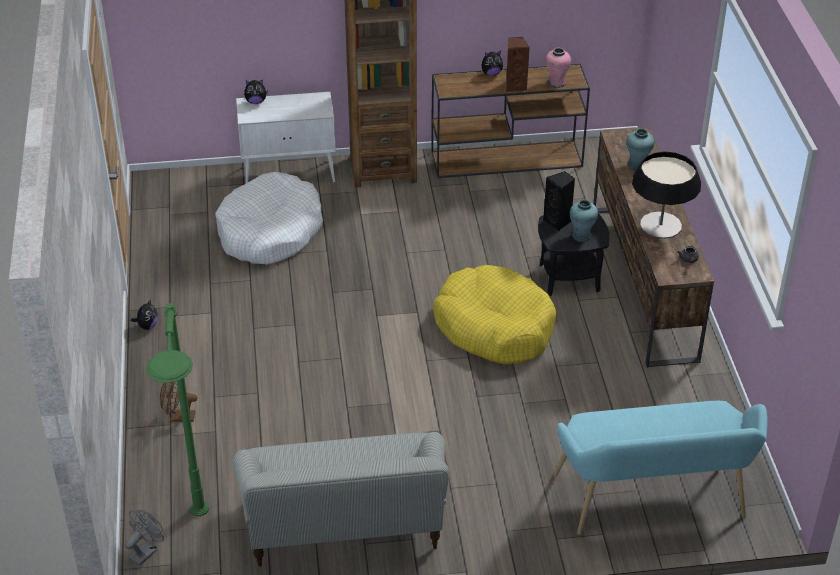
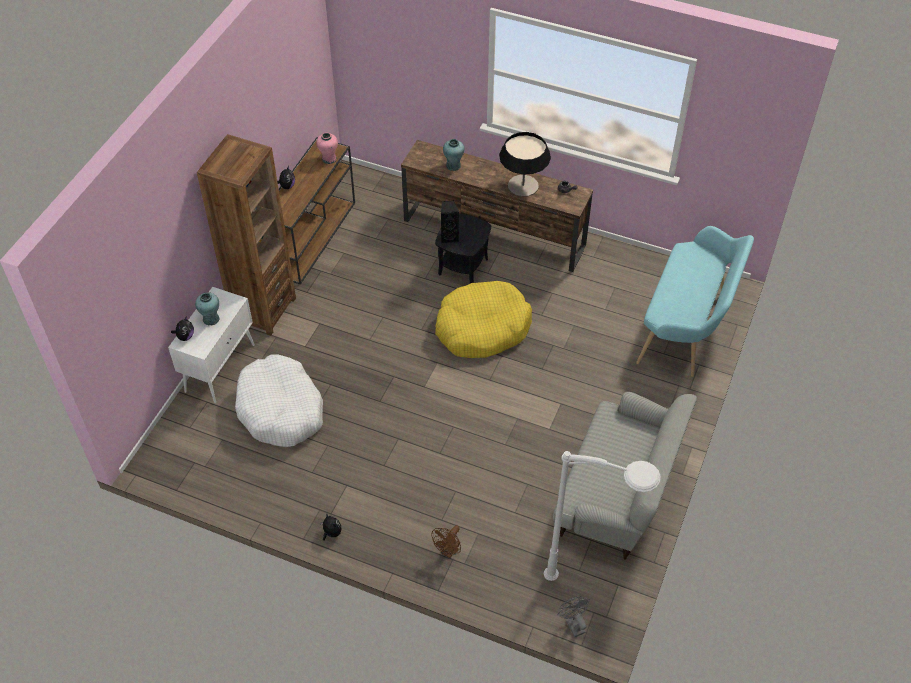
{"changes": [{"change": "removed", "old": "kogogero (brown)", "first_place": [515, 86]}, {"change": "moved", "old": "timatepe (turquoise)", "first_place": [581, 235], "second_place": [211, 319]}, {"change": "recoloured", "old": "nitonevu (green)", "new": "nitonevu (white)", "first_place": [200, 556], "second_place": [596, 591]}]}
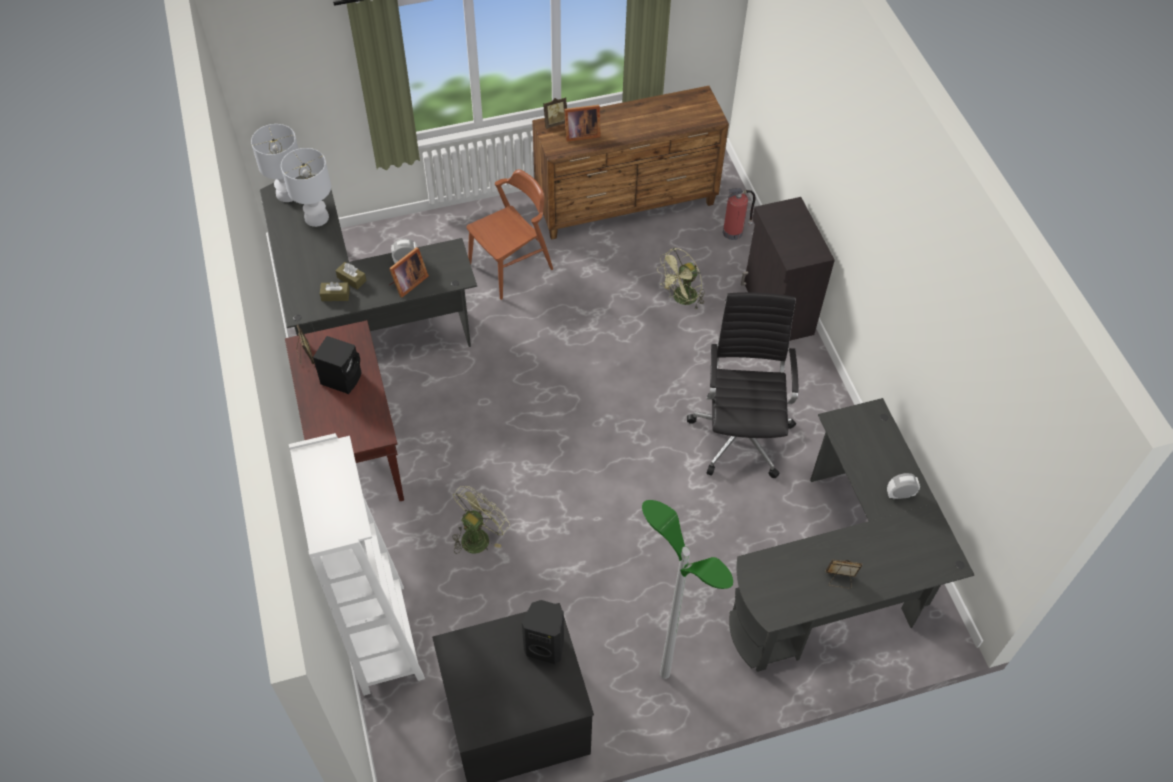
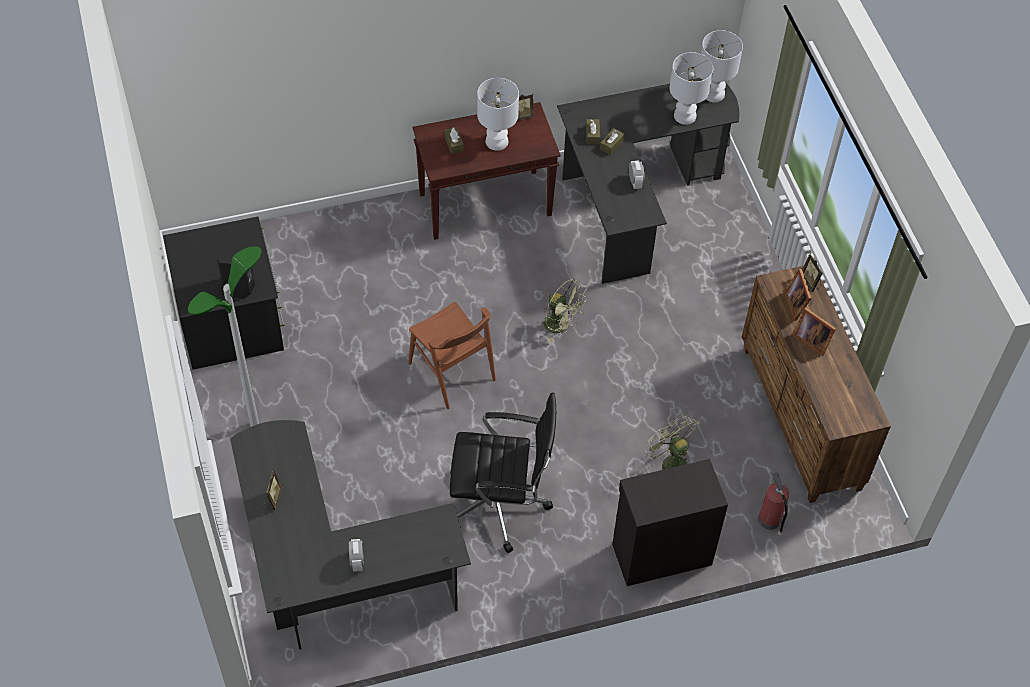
{"changes": [{"change": "removed", "old": "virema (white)", "first_place": [383, 639]}, {"change": "added", "new": "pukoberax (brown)", "second_place": [454, 144]}, {"change": "moved", "old": "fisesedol", "first_place": [407, 283], "second_place": [811, 339]}, {"change": "moved", "old": "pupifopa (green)", "first_place": [478, 535], "second_place": [561, 326]}, {"change": "moved", "old": "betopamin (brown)", "first_place": [511, 266], "second_place": [452, 372]}, {"change": "replaced", "old": "kogogero (black)", "new": "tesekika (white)", "first_place": [342, 377], "second_place": [497, 141]}]}
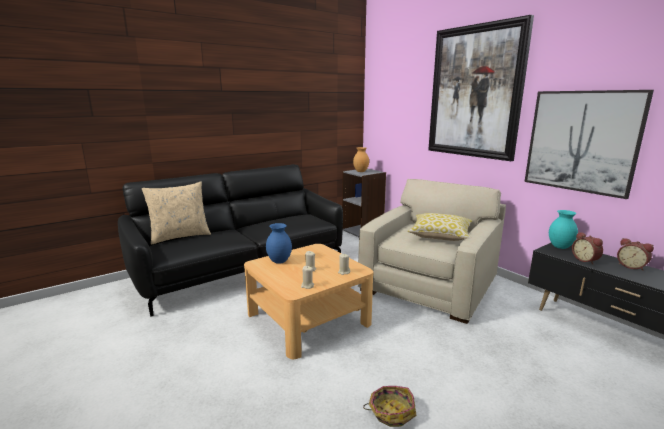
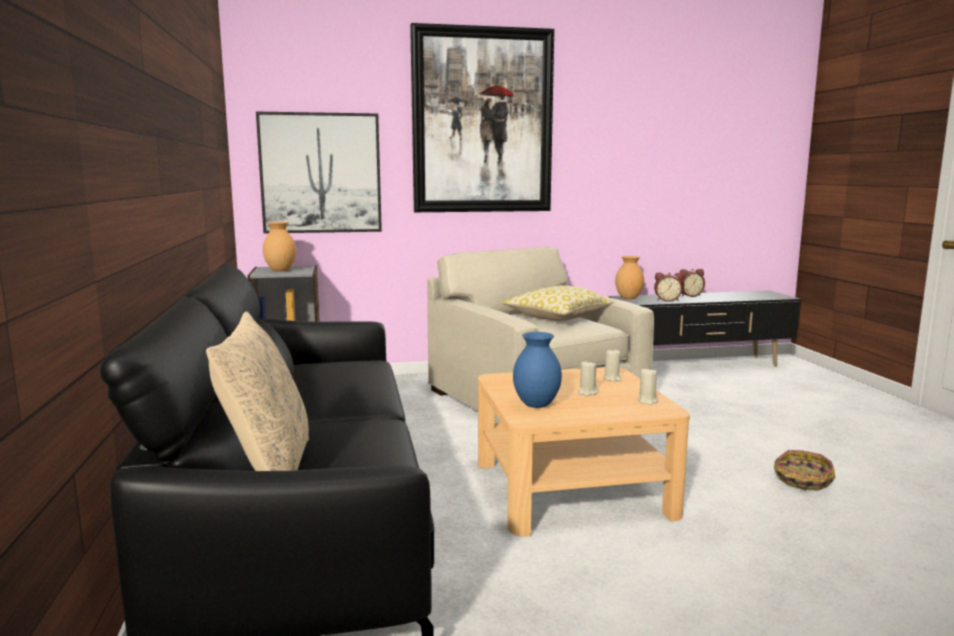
{"changes": [{"change": "moved", "old": "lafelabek", "first_place": [581, 141], "second_place": [320, 173]}, {"change": "recoloured", "old": "timatepe (turquoise)", "new": "timatepe (brown)", "first_place": [559, 247], "second_place": [628, 298]}]}
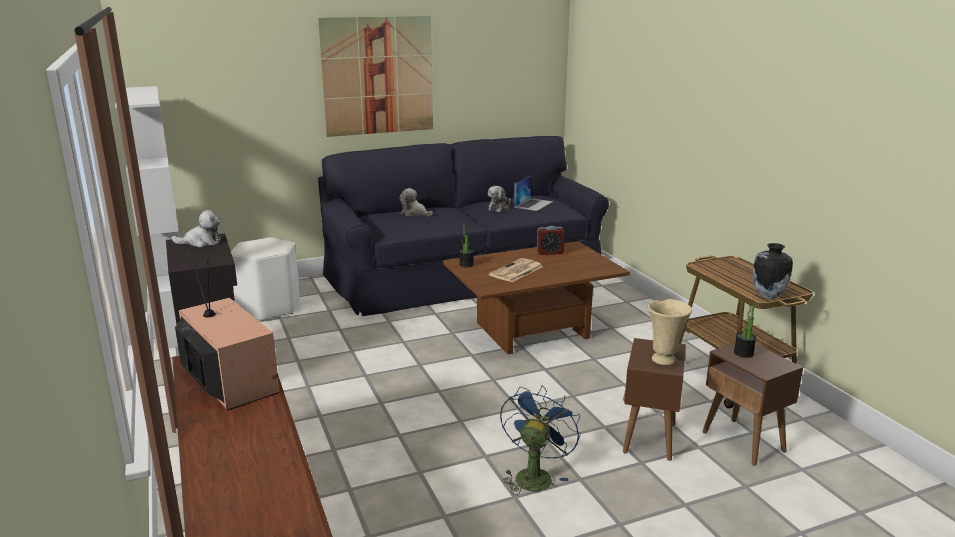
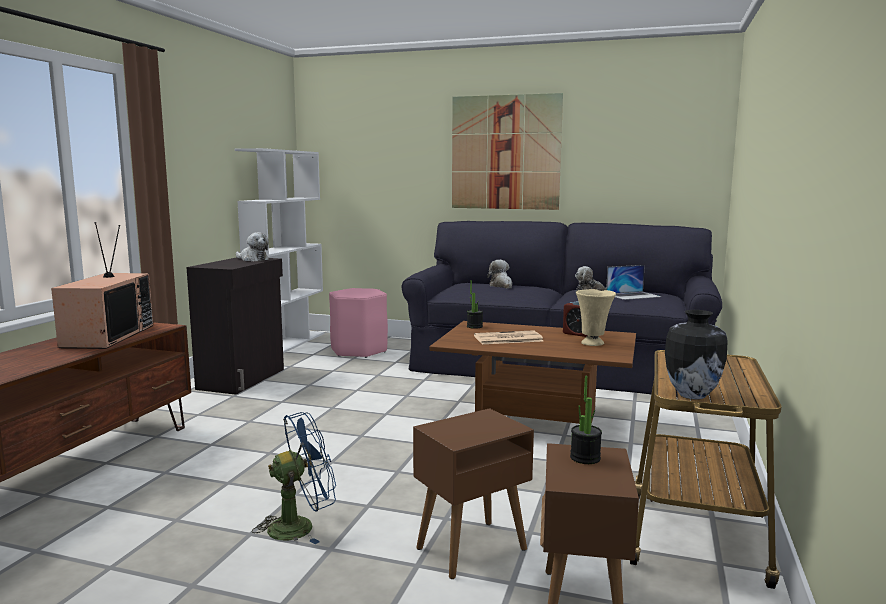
{"changes": [{"change": "moved", "old": "timatepe (beige)", "first_place": [664, 359], "second_place": [593, 343]}, {"change": "recoloured", "old": "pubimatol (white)", "new": "pubimatol (pink)", "first_place": [269, 308], "second_place": [359, 350]}]}
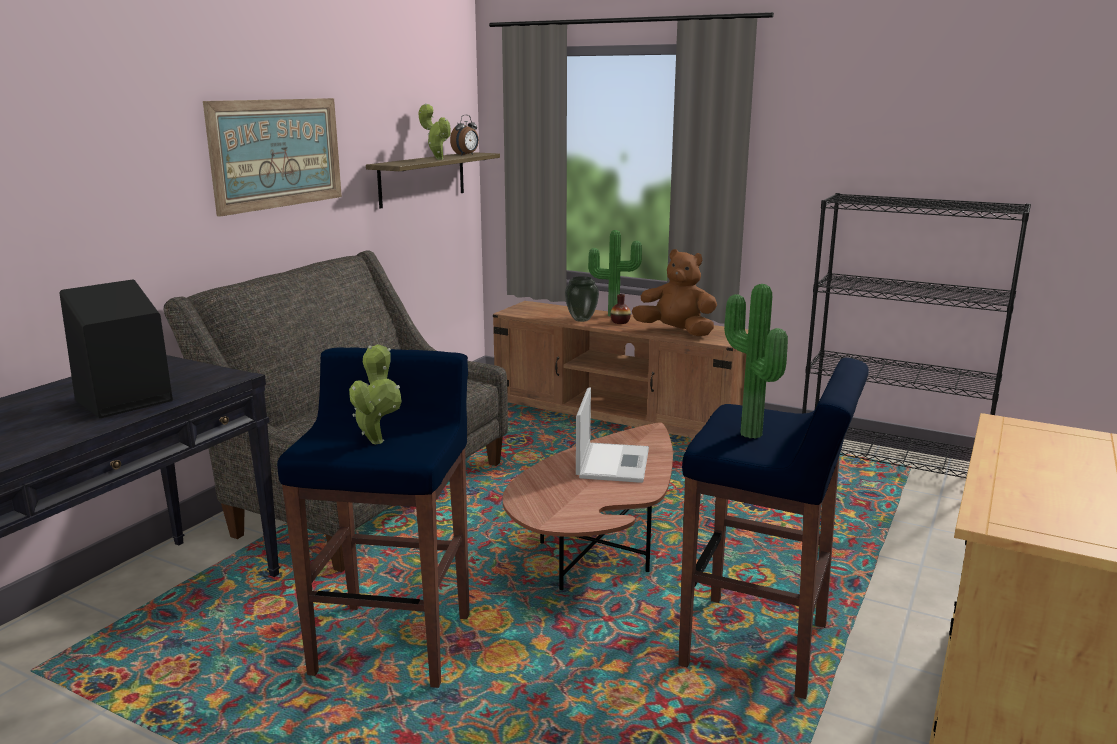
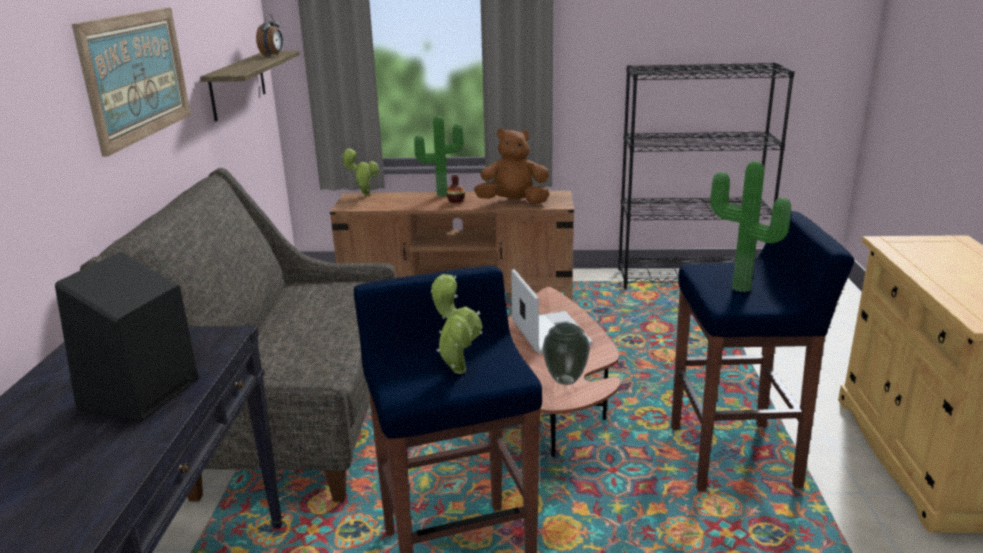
{"changes": [{"change": "moved", "old": "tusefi", "first_place": [437, 159], "second_place": [364, 194]}, {"change": "moved", "old": "timatepe", "first_place": [581, 320], "second_place": [566, 380]}]}
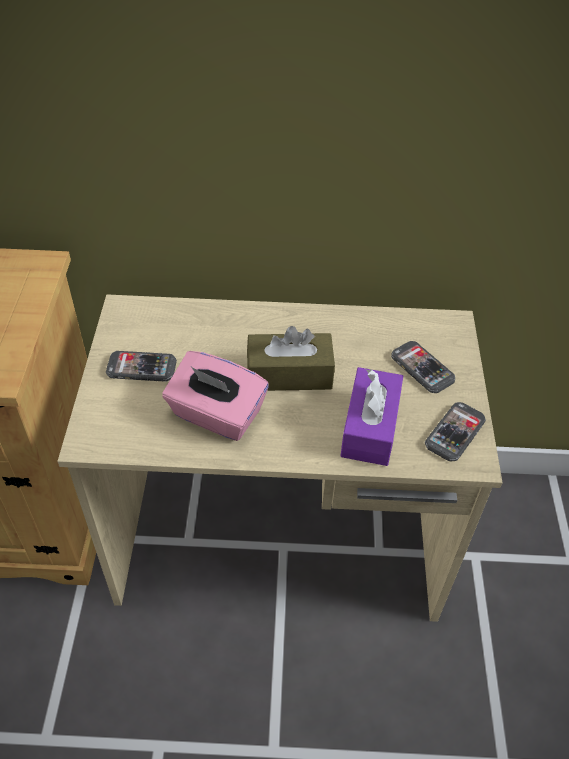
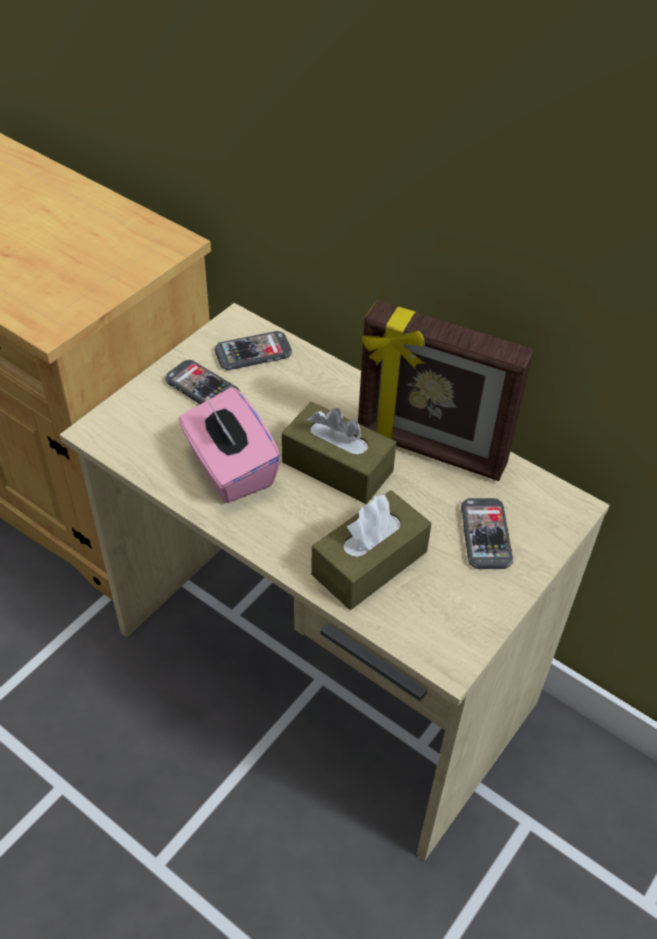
{"changes": [{"change": "added", "new": "fisesedol", "second_place": [430, 451]}, {"change": "moved", "old": "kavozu", "first_place": [455, 433], "second_place": [253, 352]}, {"change": "recoloured", "old": "pukoberax (purple)", "new": "pukoberax (brown)", "first_place": [370, 427], "second_place": [369, 563]}]}
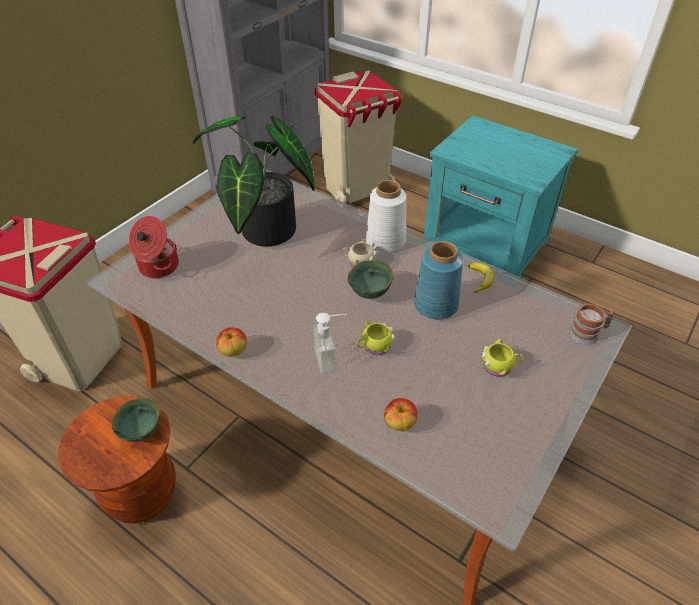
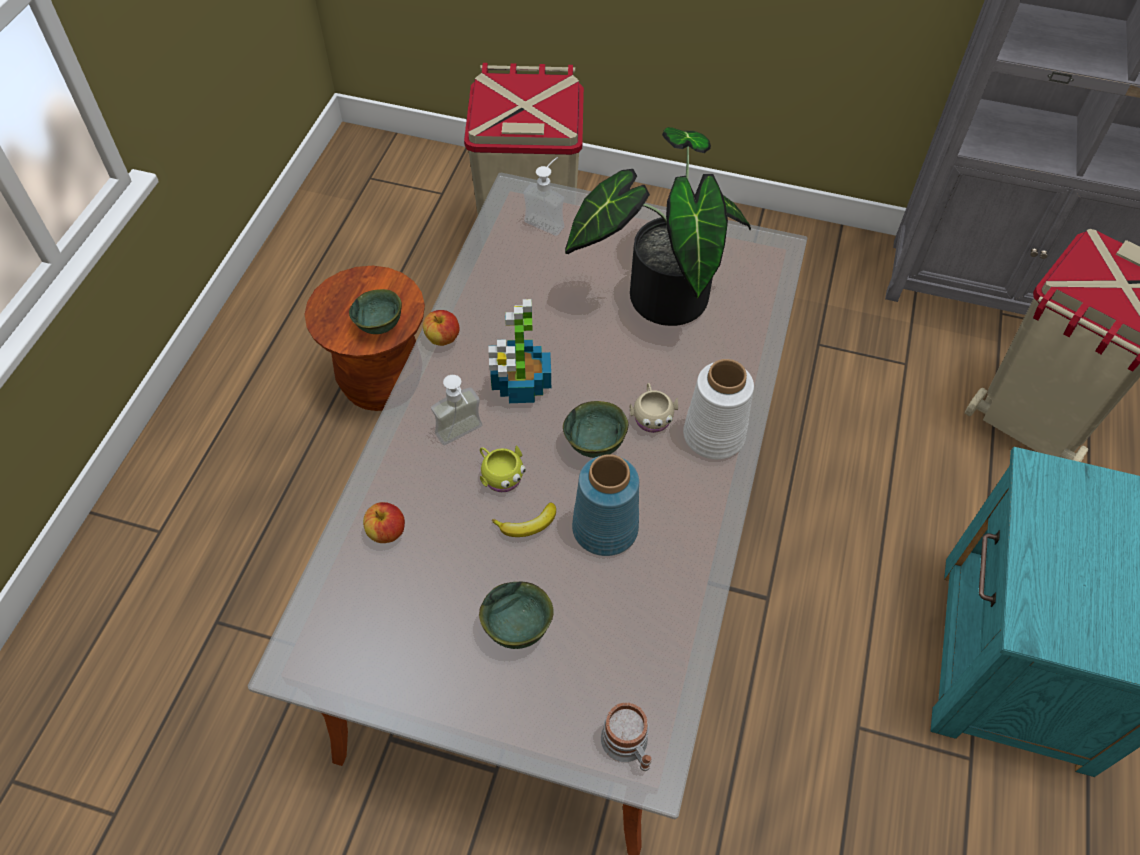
{"changes": [{"change": "added", "new": "tusefi", "second_place": [520, 384]}, {"change": "moved", "old": "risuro", "first_place": [480, 279], "second_place": [527, 525]}, {"change": "replaced", "old": "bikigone", "new": "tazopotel", "first_place": [158, 267], "second_place": [548, 220]}, {"change": "replaced", "old": "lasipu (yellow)", "new": "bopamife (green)", "first_place": [499, 366], "second_place": [516, 630]}]}
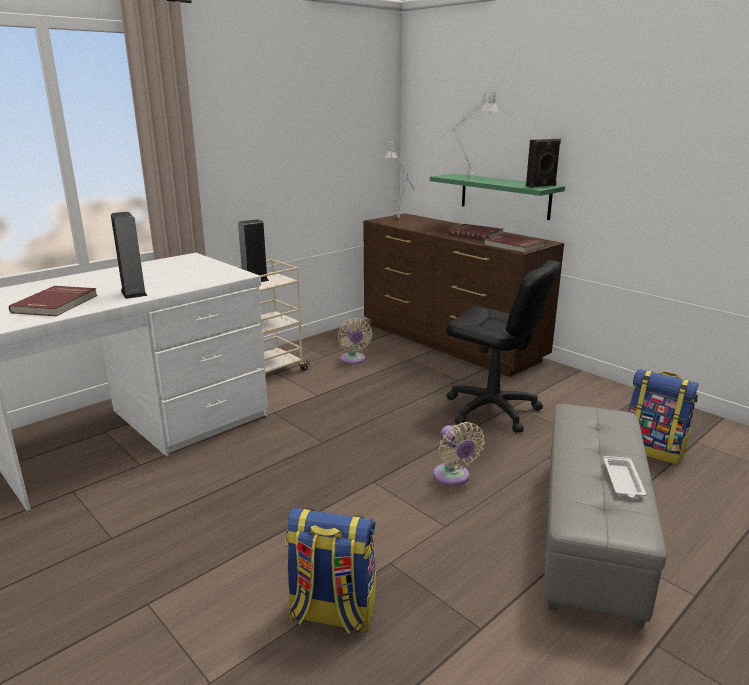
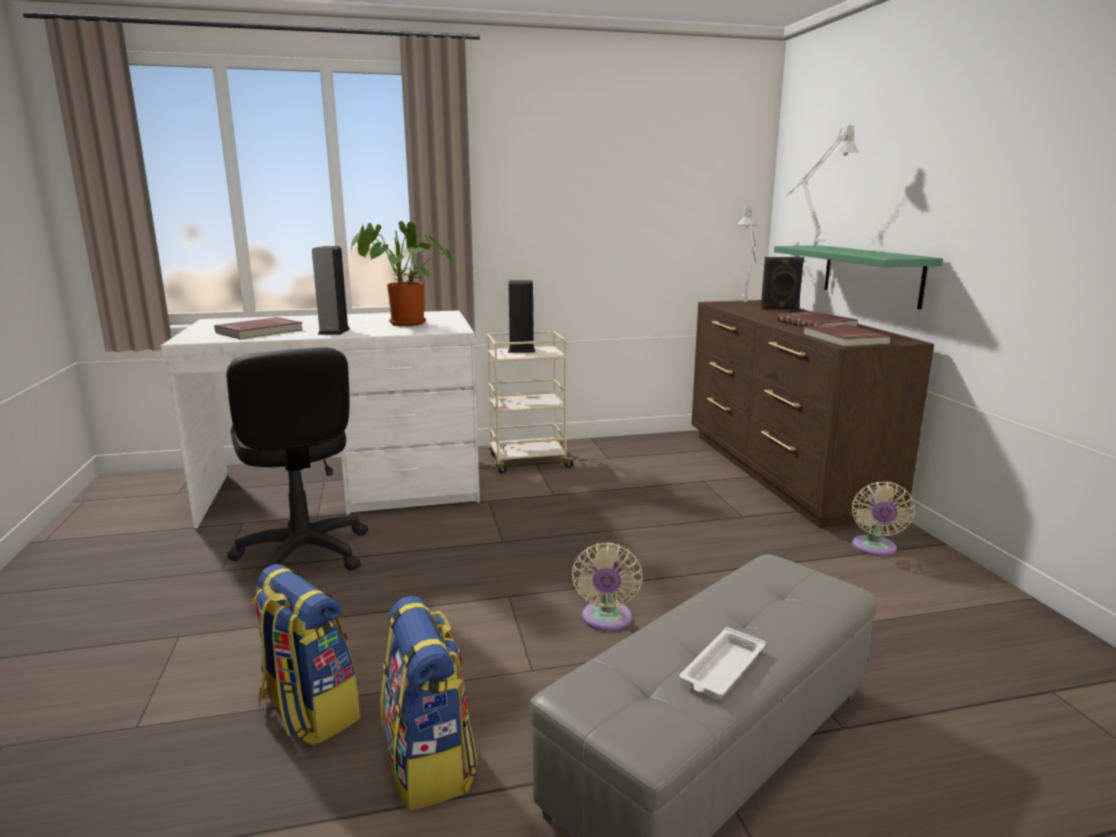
{"changes": [{"change": "added", "new": "tusefi", "second_place": [403, 324]}, {"change": "moved", "old": "pupifopa (beige)", "first_place": [353, 360], "second_place": [874, 549]}, {"change": "moved", "old": "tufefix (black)", "first_place": [492, 410], "second_place": [303, 554]}, {"change": "moved", "old": "kogogero (black)", "first_place": [541, 186], "second_place": [779, 308]}, {"change": "moved", "old": "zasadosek", "first_place": [654, 449], "second_place": [430, 763]}]}
